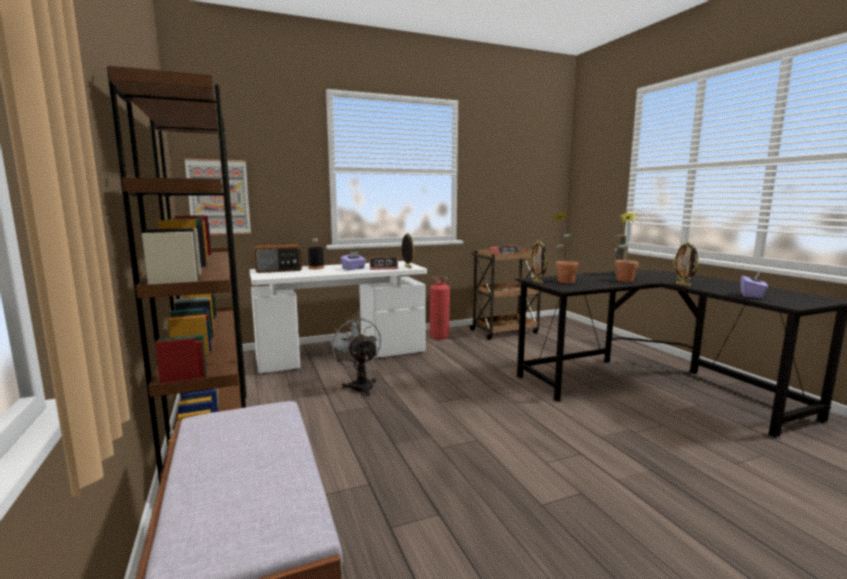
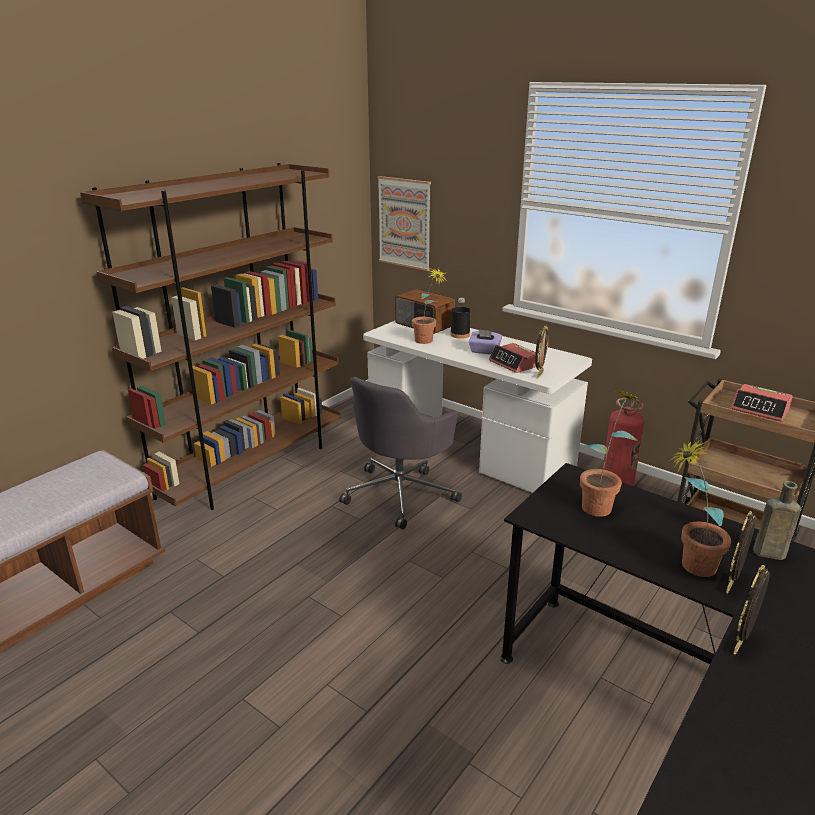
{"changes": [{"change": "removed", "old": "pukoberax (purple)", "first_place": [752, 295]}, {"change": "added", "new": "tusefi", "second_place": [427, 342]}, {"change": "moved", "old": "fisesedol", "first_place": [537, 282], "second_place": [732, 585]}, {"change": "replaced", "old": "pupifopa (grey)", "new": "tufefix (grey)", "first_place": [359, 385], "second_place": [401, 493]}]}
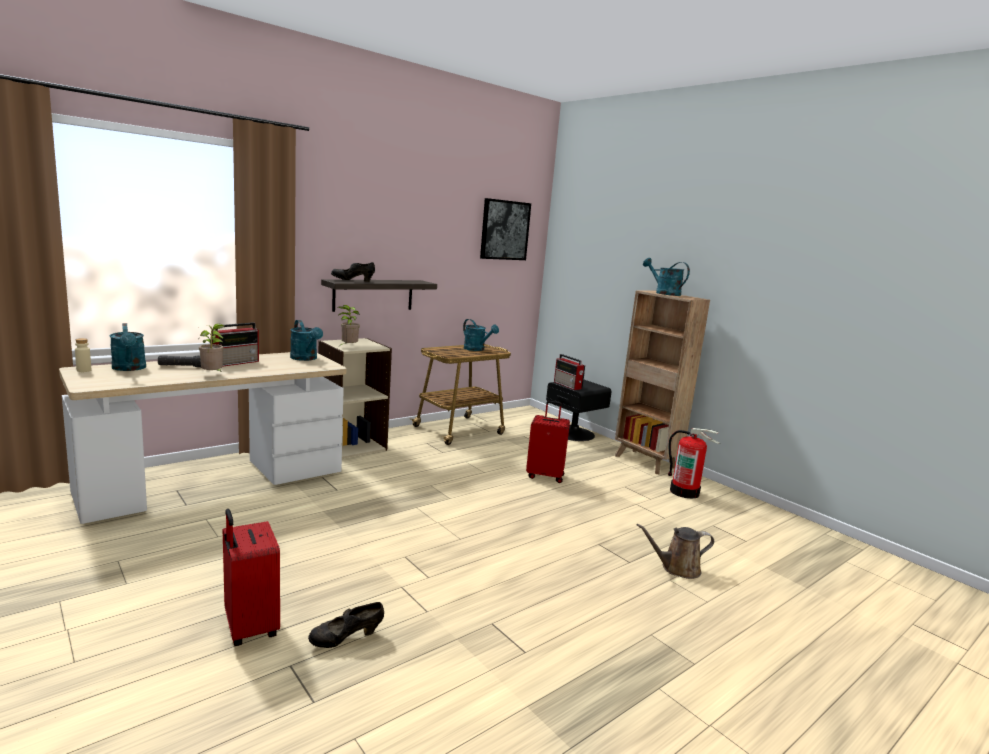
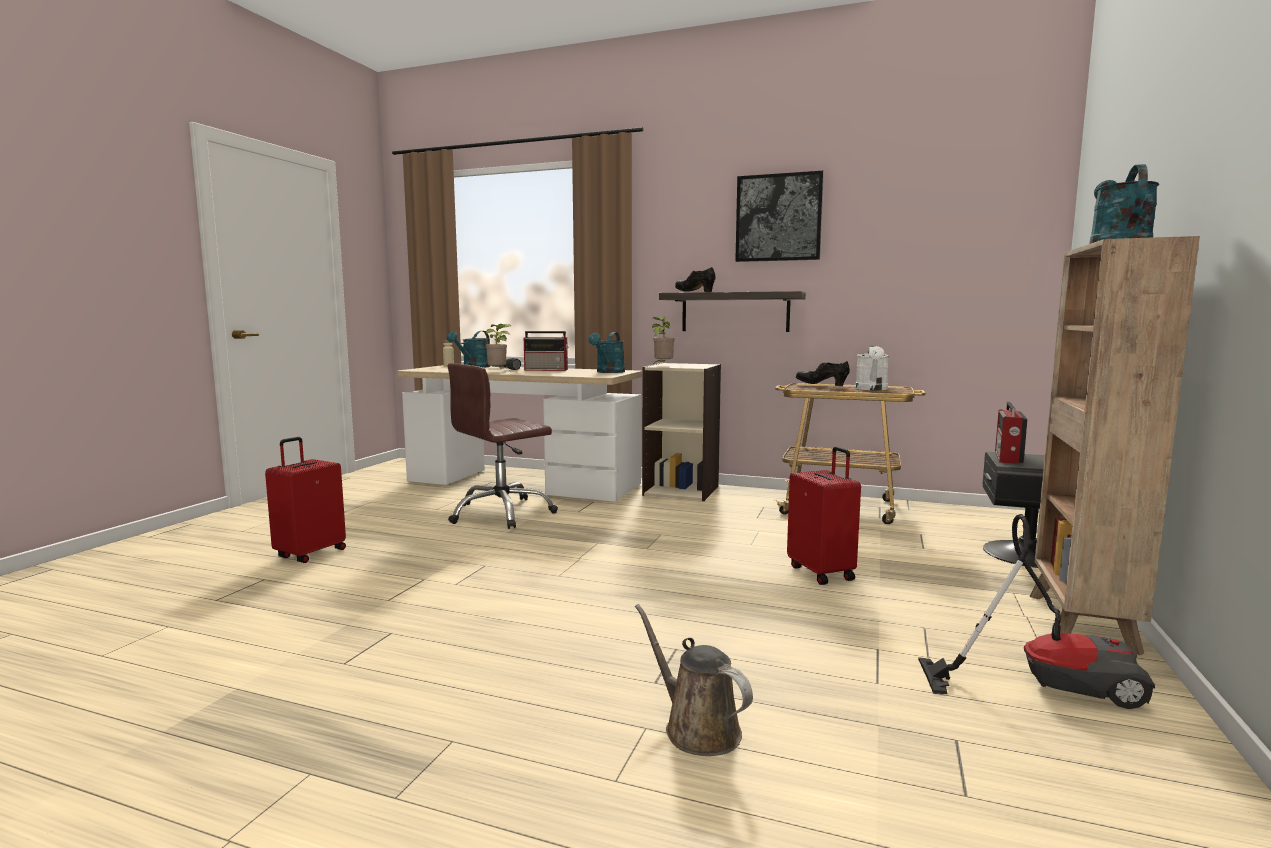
{"changes": [{"change": "added", "new": "tufefix (brown)", "second_place": [502, 513]}, {"change": "moved", "old": "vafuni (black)", "first_place": [346, 639], "second_place": [821, 385]}, {"change": "moved", "old": "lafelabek", "first_place": [504, 230], "second_place": [778, 218]}, {"change": "replaced", "old": "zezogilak", "new": "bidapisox", "first_place": [685, 492], "second_place": [1045, 682]}, {"change": "recoloured", "old": "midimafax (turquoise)", "new": "midimafax (white)", "first_place": [477, 349], "second_place": [872, 389]}]}
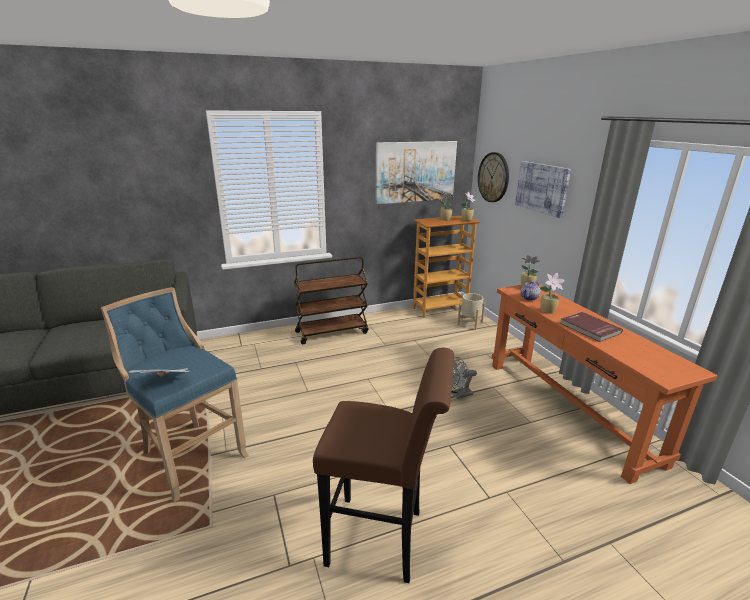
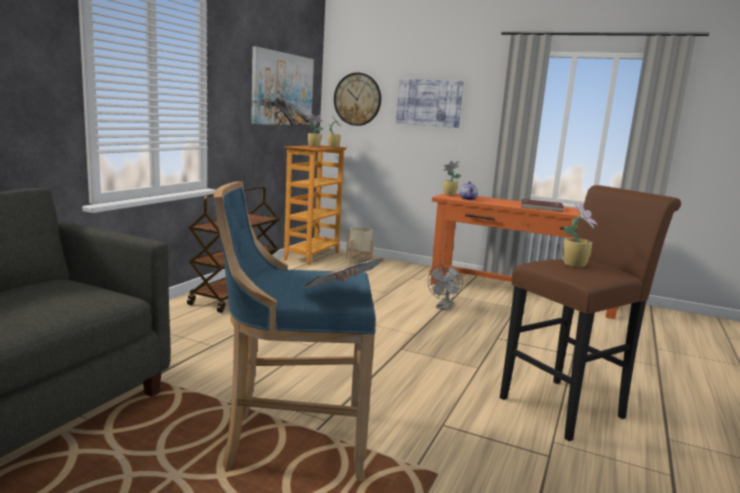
{"changes": [{"change": "moved", "old": "tusefi", "first_place": [548, 311], "second_place": [575, 265]}]}
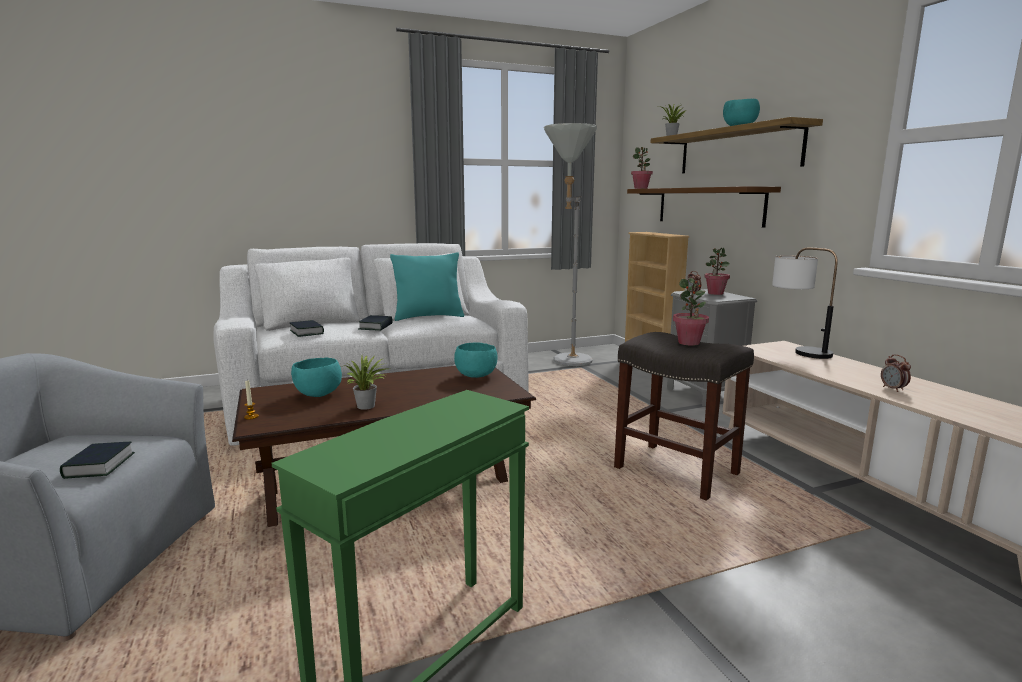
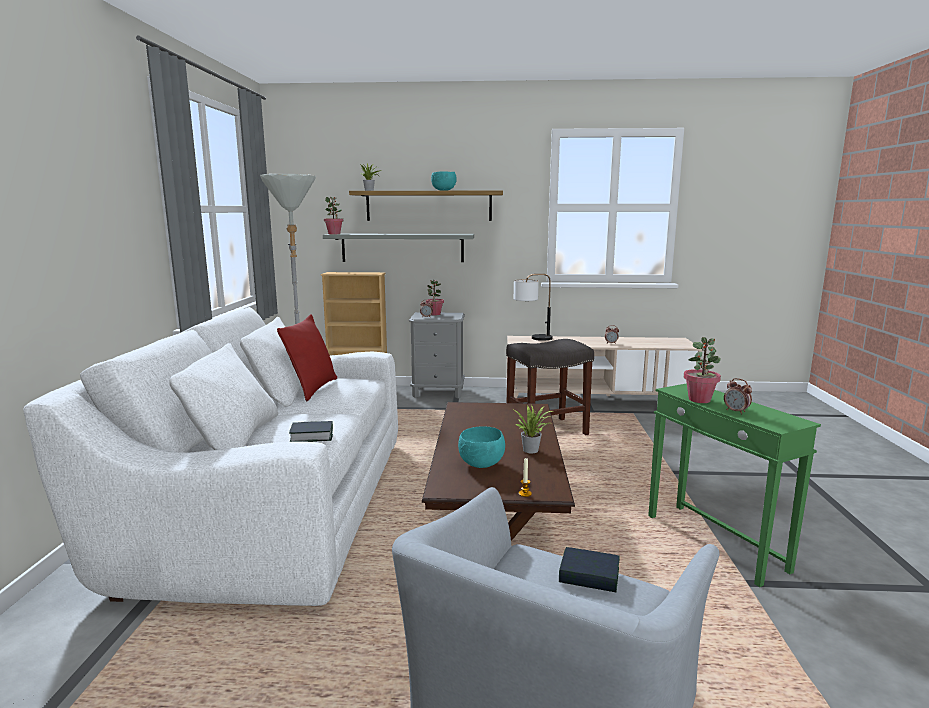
{"changes": [{"change": "removed", "old": "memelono", "first_place": [376, 327]}, {"change": "removed", "old": "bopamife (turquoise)", "first_place": [475, 376]}, {"change": "added", "new": "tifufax", "second_place": [736, 411]}, {"change": "moved", "old": "tusefi", "first_place": [689, 343], "second_place": [699, 400]}, {"change": "recoloured", "old": "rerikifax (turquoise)", "new": "rerikifax (red)", "first_place": [428, 317], "second_place": [312, 389]}, {"change": "recoloured", "old": "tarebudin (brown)", "new": "tarebudin (grey)", "first_place": [708, 206], "second_place": [402, 247]}]}
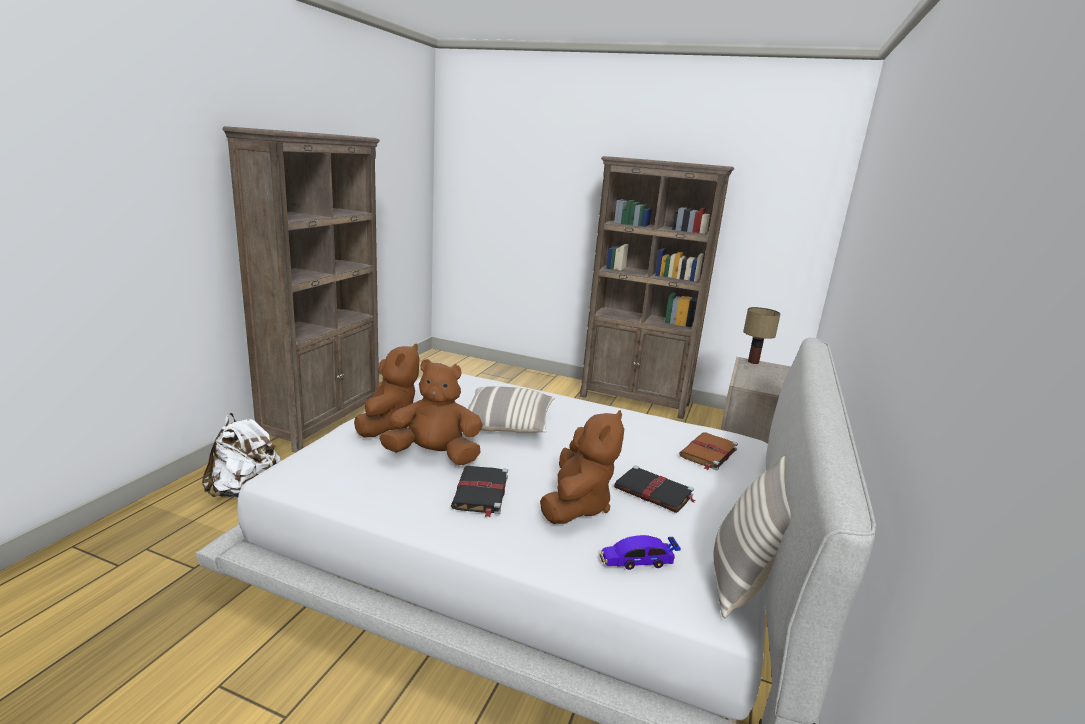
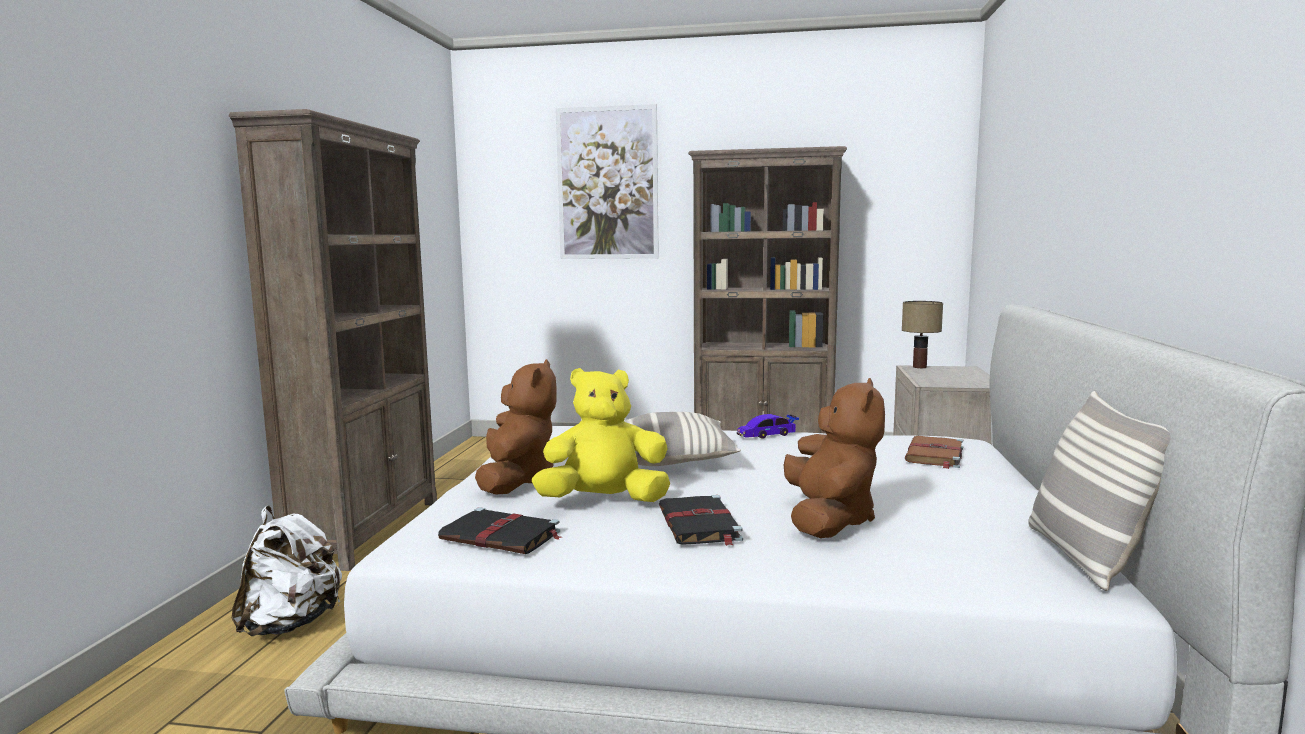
{"changes": [{"change": "added", "new": "lafelabek", "second_place": [607, 183]}, {"change": "moved", "old": "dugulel", "first_place": [638, 561], "second_place": [767, 435]}, {"change": "moved", "old": "memelono (black)", "first_place": [655, 492], "second_place": [502, 536]}, {"change": "recoloured", "old": "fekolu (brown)", "new": "fekolu (yellow)", "first_place": [434, 456], "second_place": [604, 501]}]}
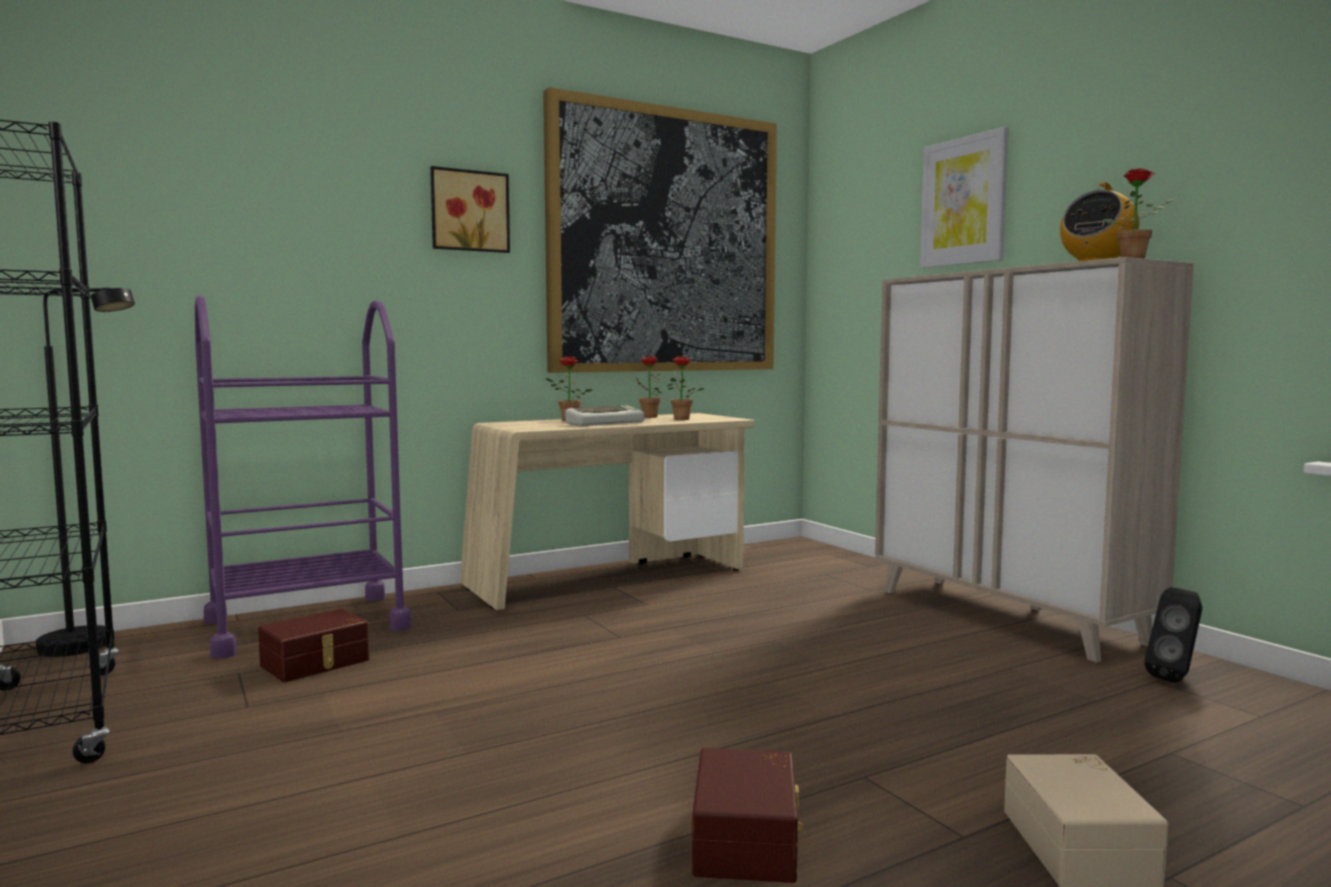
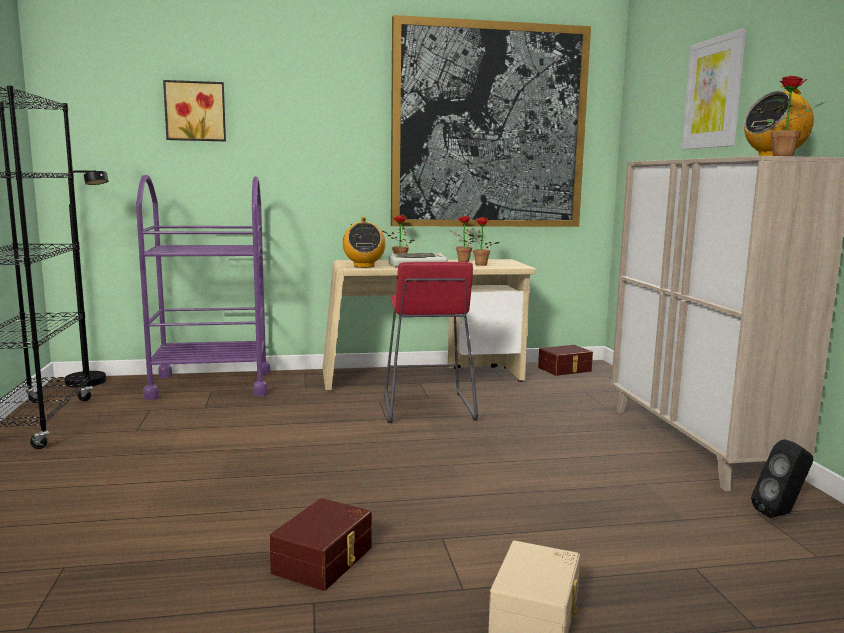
{"changes": [{"change": "added", "new": "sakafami", "second_place": [364, 266]}, {"change": "added", "new": "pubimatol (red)", "second_place": [427, 408]}, {"change": "moved", "old": "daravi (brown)", "first_place": [316, 663], "second_place": [565, 369]}, {"change": "moved", "old": "lafelabek", "first_place": [469, 211], "second_place": [195, 111]}]}
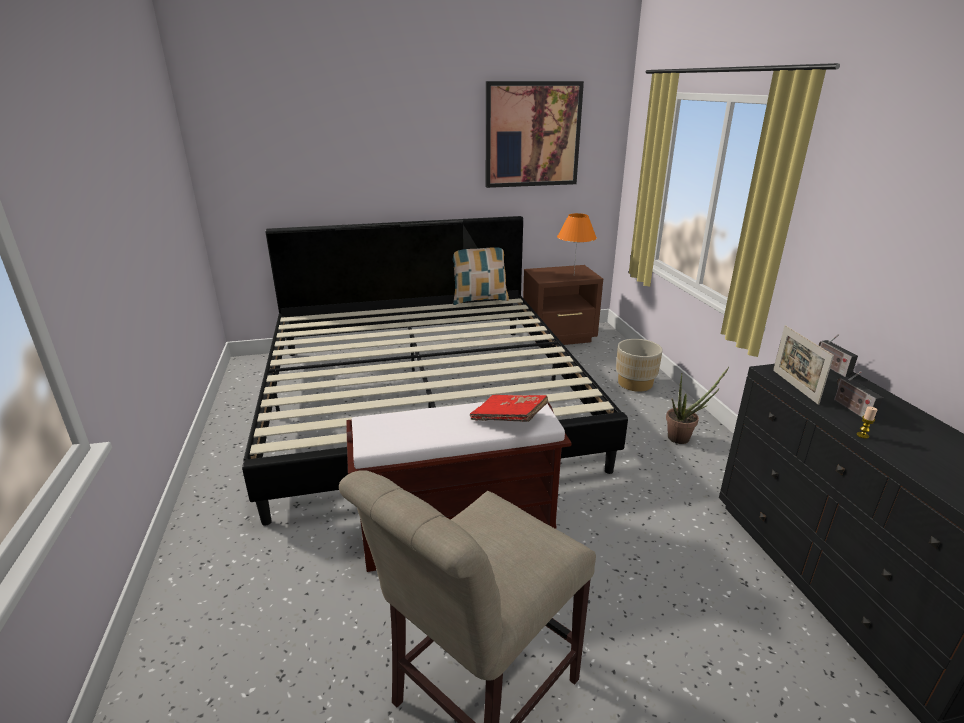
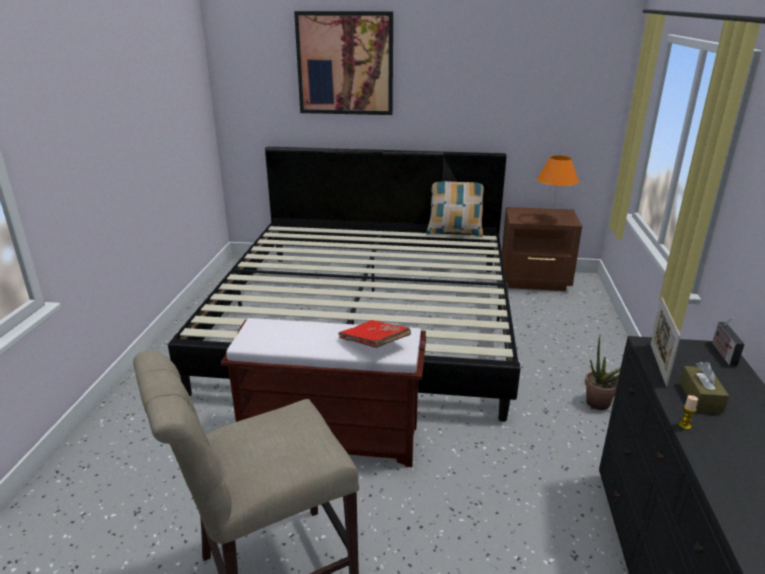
{"changes": [{"change": "removed", "old": "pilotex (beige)", "first_place": [635, 383]}, {"change": "moved", "old": "lafelabek", "first_place": [532, 135], "second_place": [345, 64]}, {"change": "replaced", "old": "sakafami", "new": "pukoberax (brown)", "first_place": [851, 408], "second_place": [700, 397]}]}
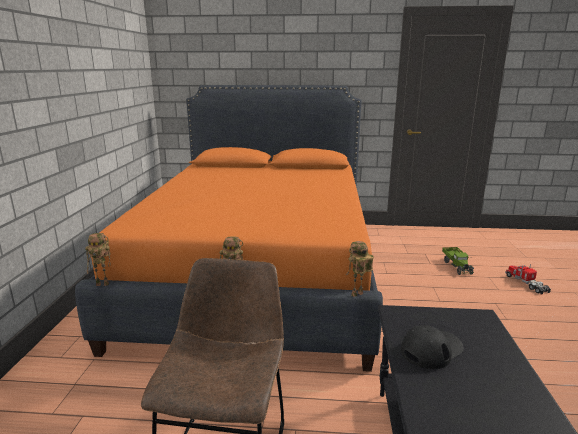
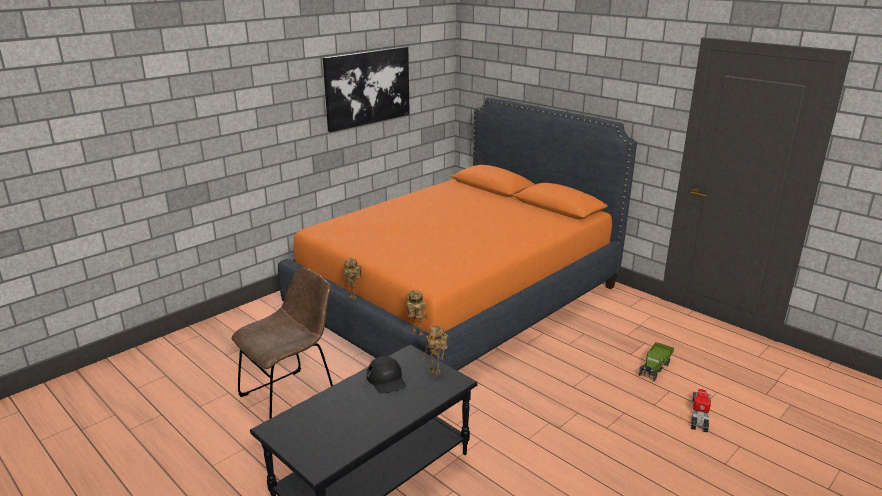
{"changes": [{"change": "added", "new": "lafelabek", "second_place": [367, 87]}, {"change": "moved", "old": "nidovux", "first_place": [103, 284], "second_place": [436, 372]}, {"change": "turned", "old": "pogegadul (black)", "first_place": [431, 350], "second_place": [386, 380], "degrees": 60}]}
